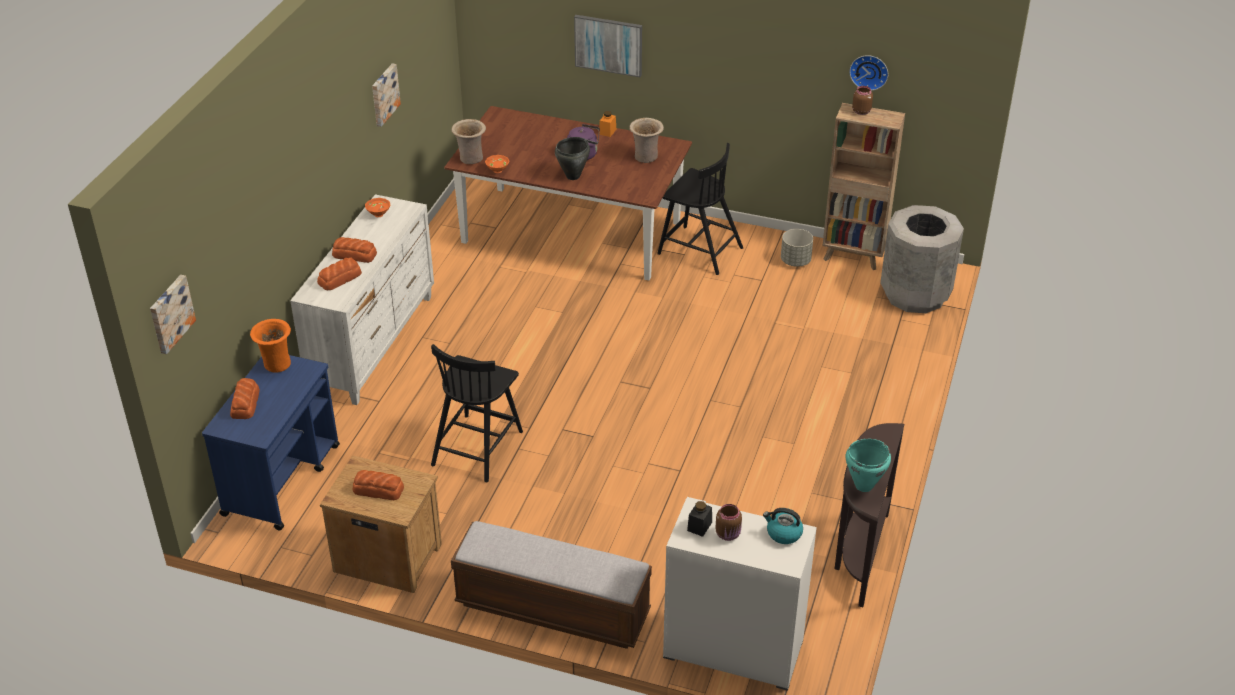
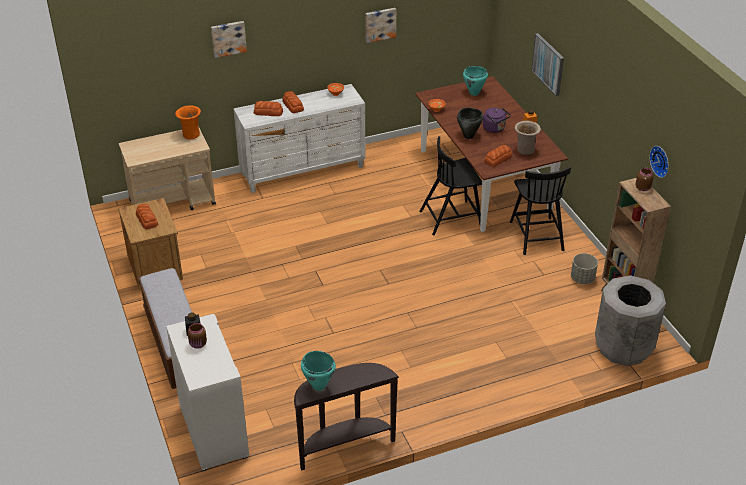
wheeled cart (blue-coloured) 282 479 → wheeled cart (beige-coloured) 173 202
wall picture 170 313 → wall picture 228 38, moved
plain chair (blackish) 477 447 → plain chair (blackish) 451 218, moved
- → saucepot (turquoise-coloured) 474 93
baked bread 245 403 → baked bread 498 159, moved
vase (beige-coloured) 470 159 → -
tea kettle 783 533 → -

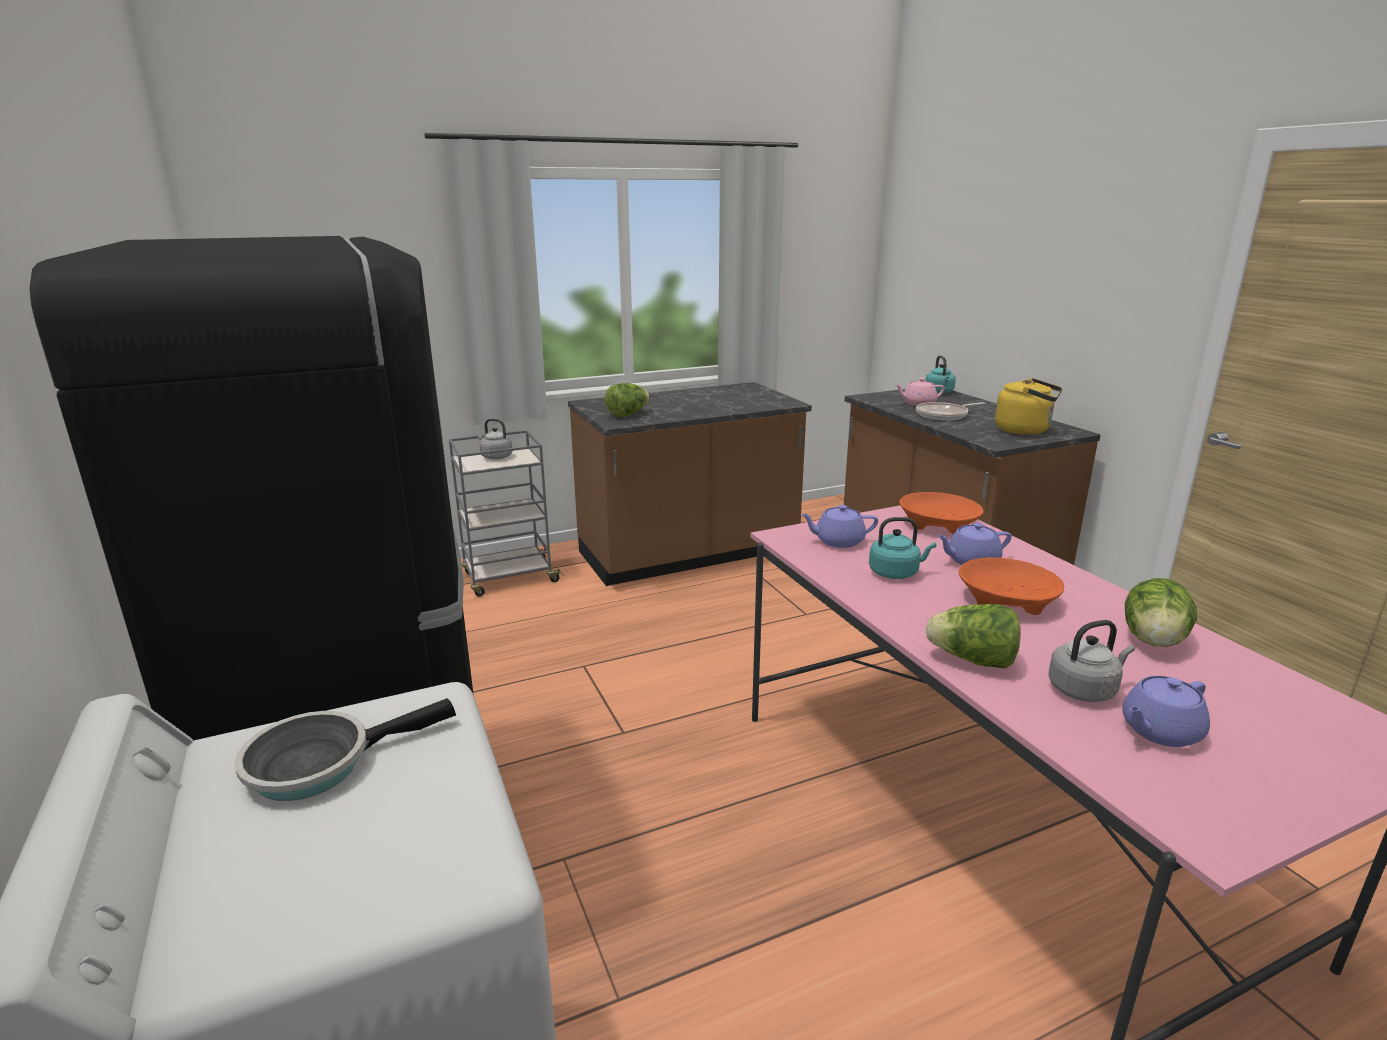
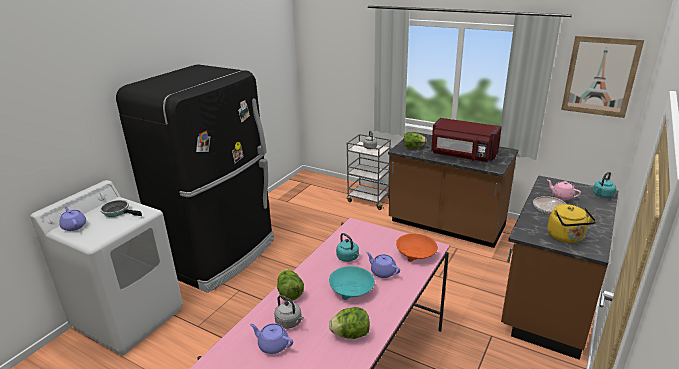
teapot (purple) 838 541 → teapot (purple) 74 226, moved
serving bowl (orange-coloured) 1006 599 → serving bowl (turquoise-coloured) 352 289
- → microwave (red) 462 156
- → wall picture 600 76

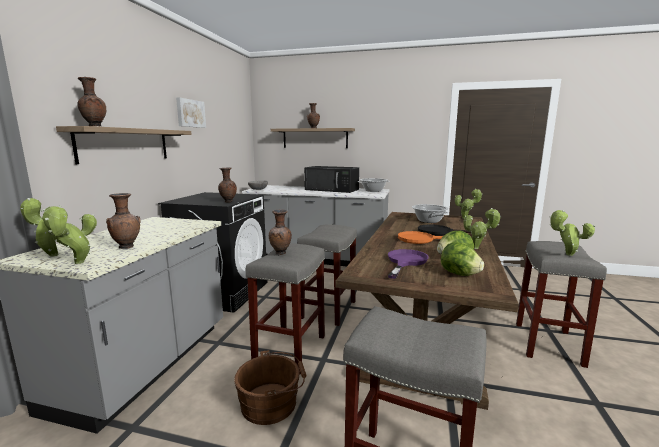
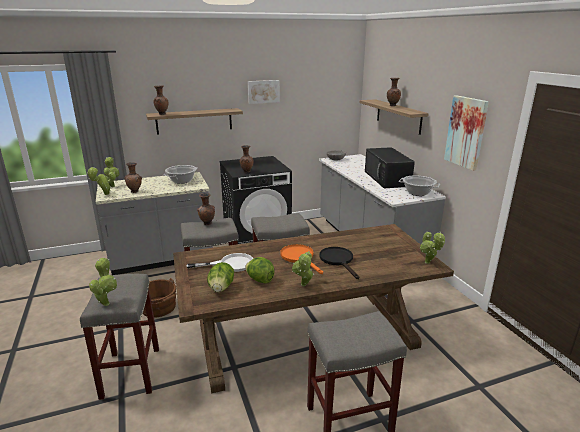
plant in a pot 566 254 → plant in a pot 106 303, moved
saucepot 429 221 → saucepot 182 181, moved
skillet (purple) 405 262 → skillet (white-coloured) 230 264
- → wall picture 466 132

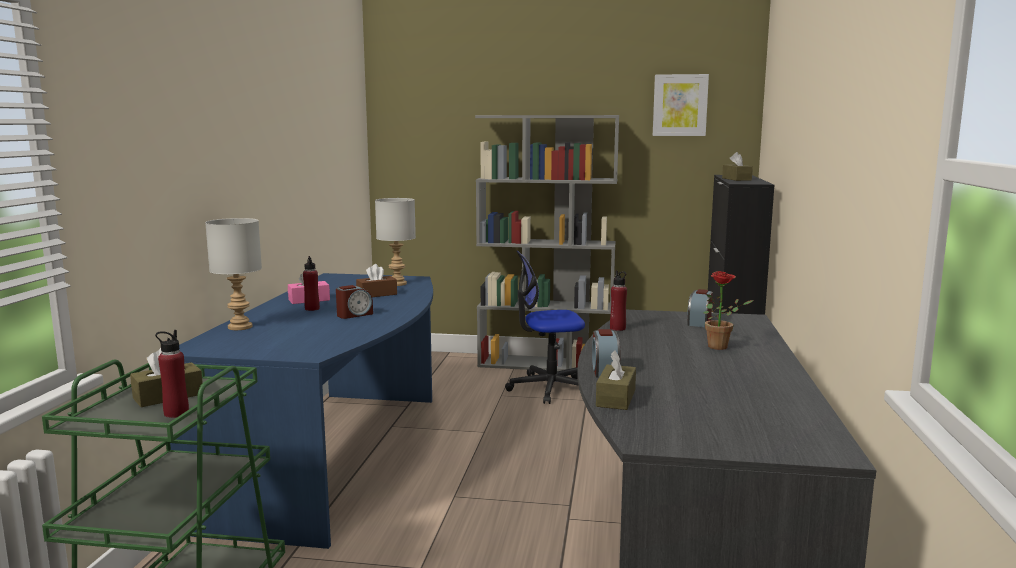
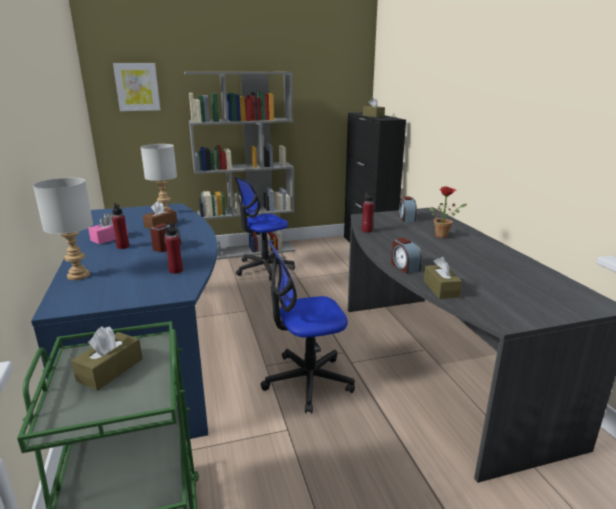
wall picture 680 105 → wall picture 137 87, moved
bottle (red) 176 413 → bottle (red) 175 270, moved
- → computer chair 307 381

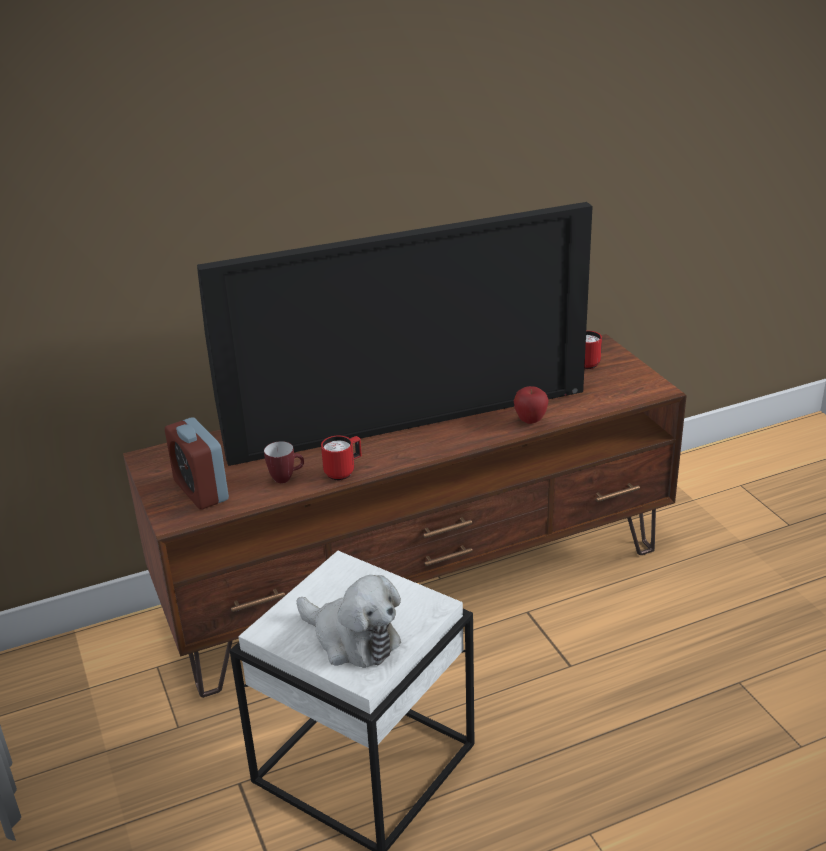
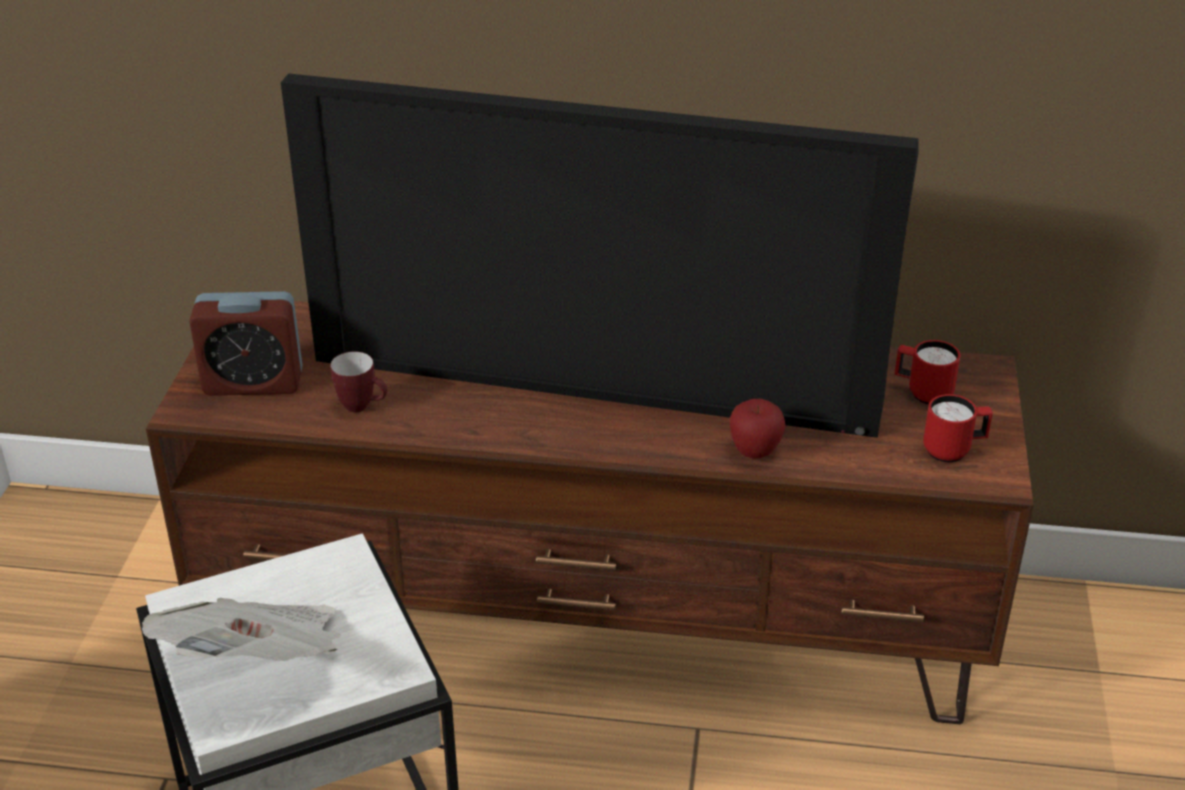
plush toy 352 639 → daily paper 258 664
table clock 201 491 → table clock 253 382, 90 degrees counterclockwise
coffee mug (red) 343 471 → coffee mug (red) 953 451, moved

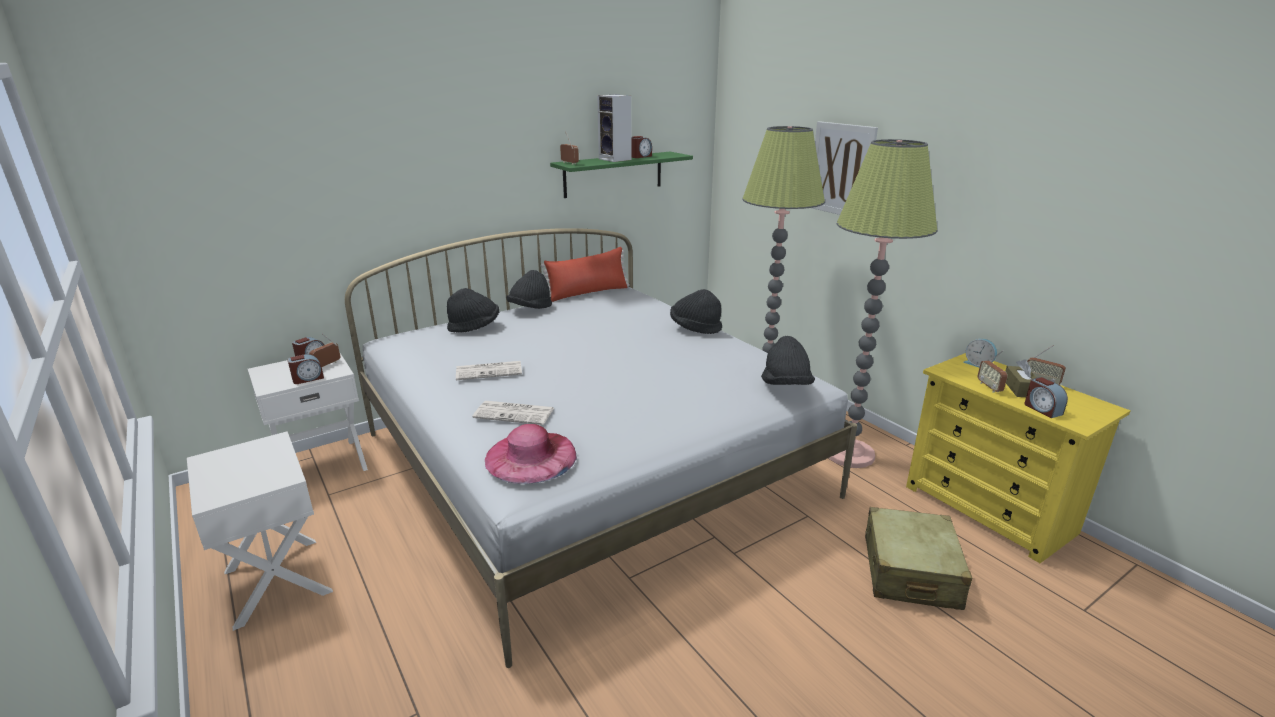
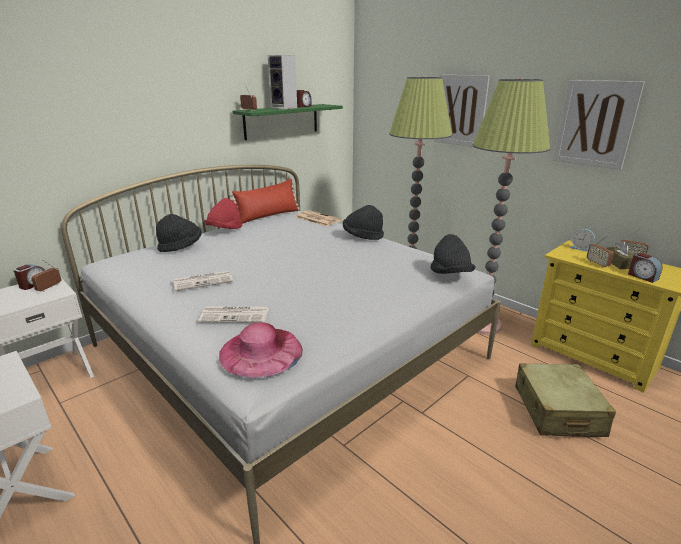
hat (blackish) 530 308 → hat (red) 224 230
- → daily paper 317 219
- → wall picture 595 124
table clock 308 379 → -

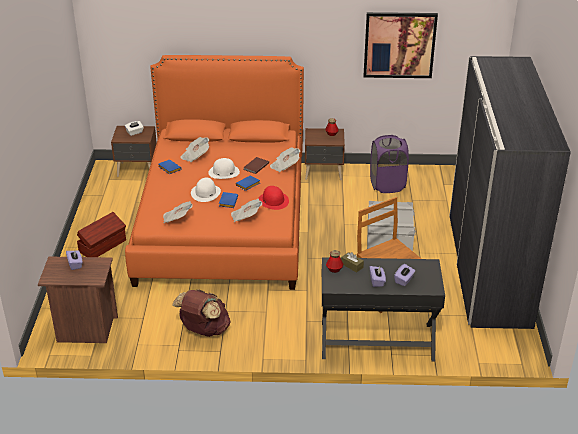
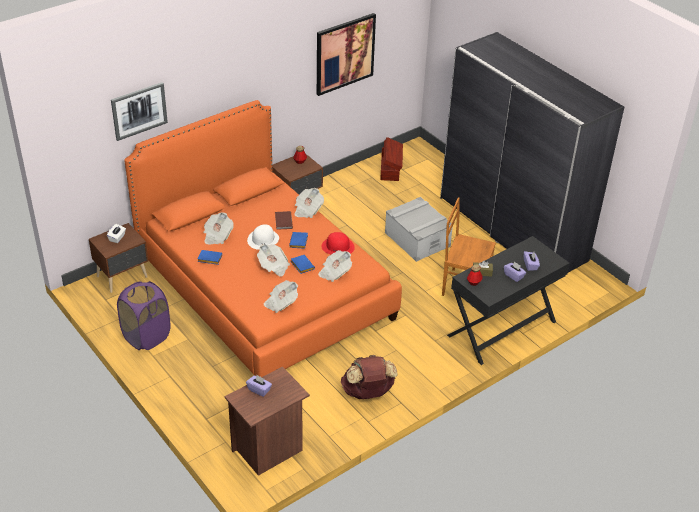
- → wall picture 139 110
washing basket (purple) 387 185 → washing basket (purple) 146 336, moved
hat (white-coloured) 205 193 → daily paper 273 266
storage box (brown-coloured) 103 246 → storage box (brown-coloured) 390 168, moved

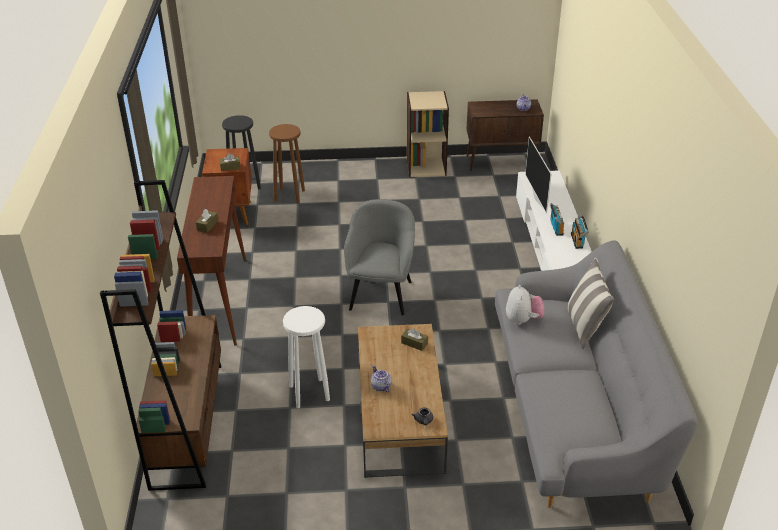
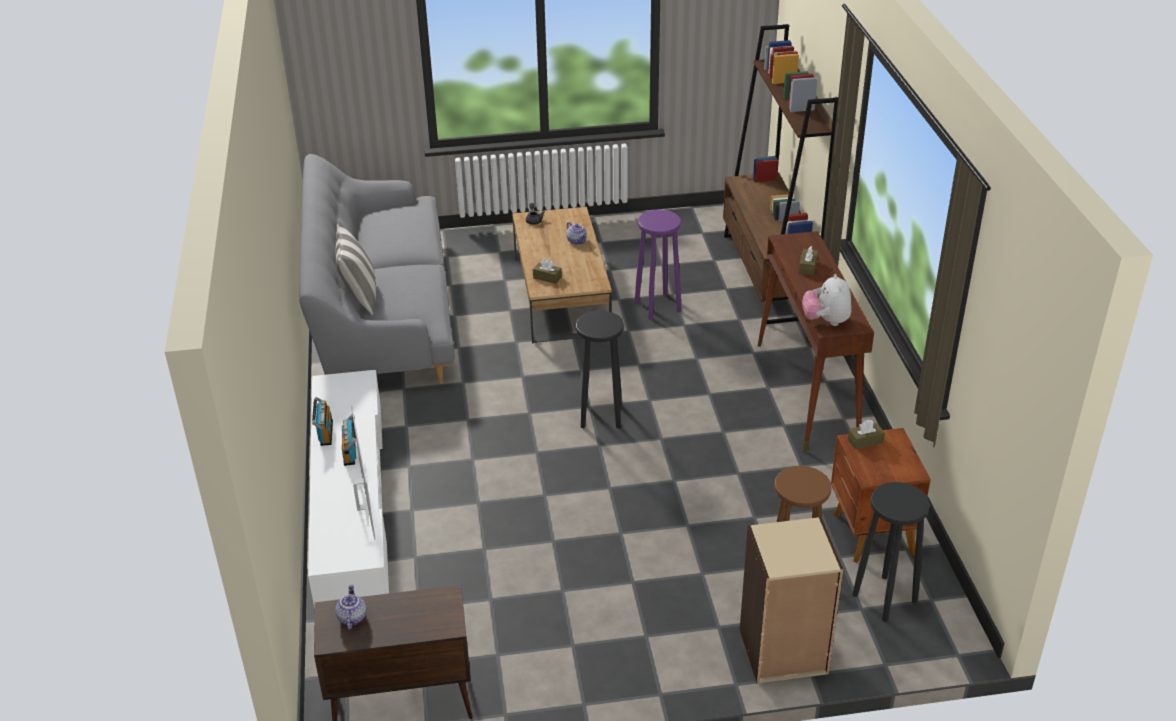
armchair (greyish) 381 294 → stool (blackish) 600 415
stool (white-coloured) 309 392 → stool (purple) 658 307
bookcase (beige-coloured) 426 166 → bookcase (beige-coloured) 783 652, moved
plush toy 523 320 → plush toy 826 321, moved

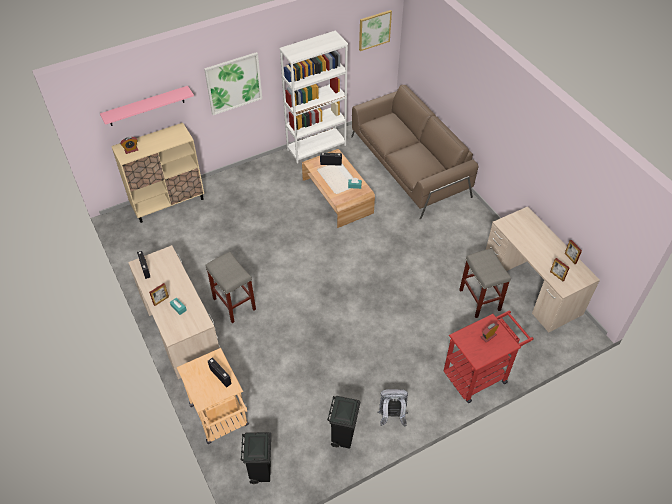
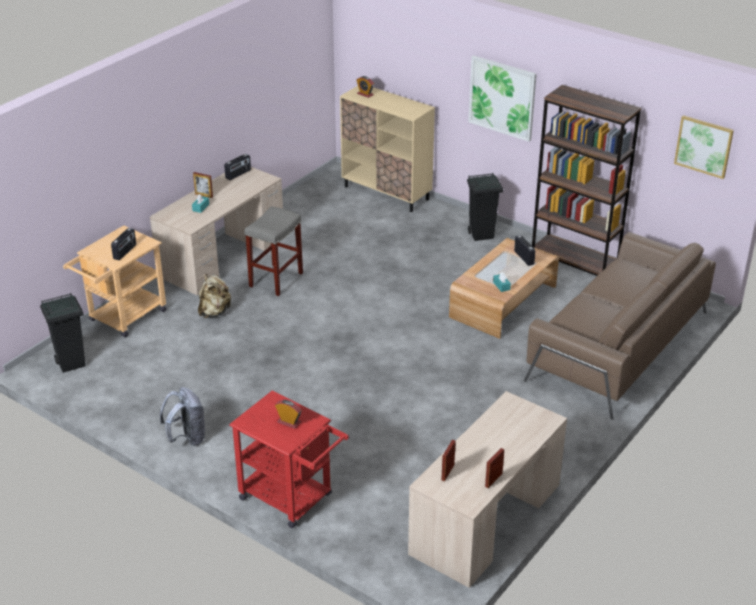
- → rucksack (beige-coloured) 214 312
rubbish bin (blackish) 343 437 → rubbish bin (blackish) 482 235, moved
bookcase (white-coloured) 316 147 → bookcase (brown-coloured) 574 261
shelf (pinkish) 146 106 → -
stool (greyish) 479 299 → -

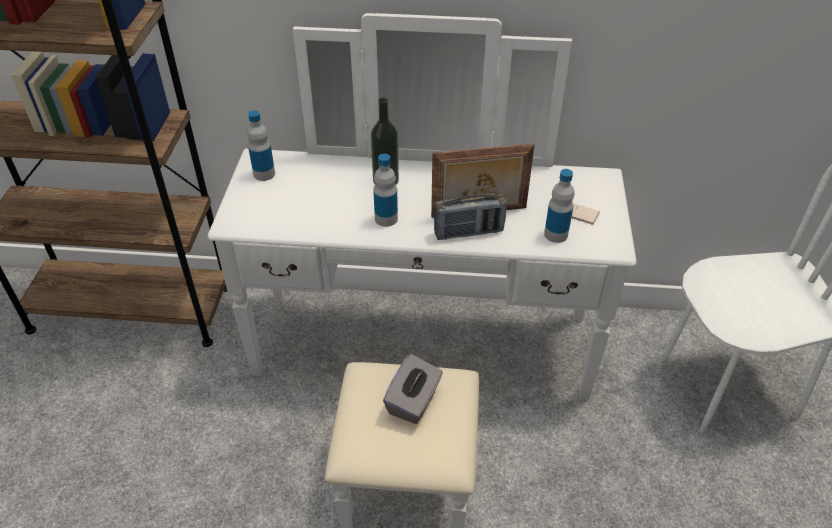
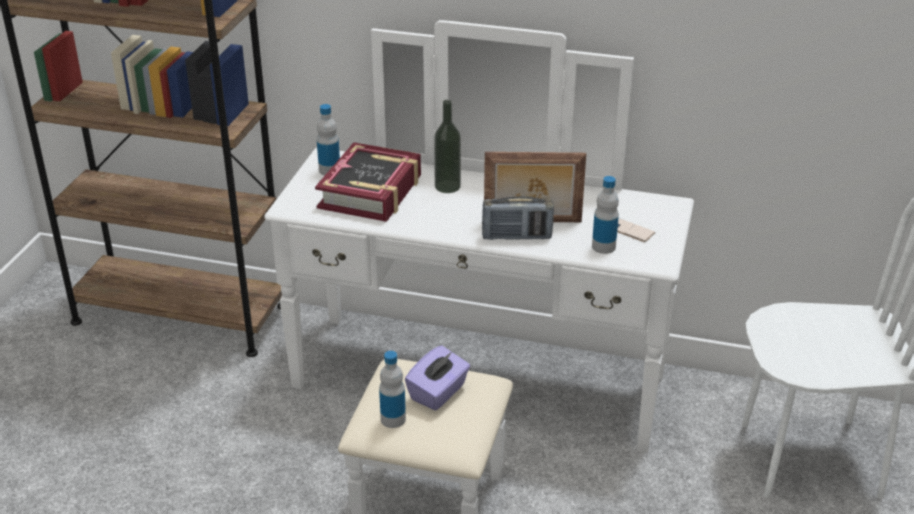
- → book 371 192
bottle 386 219 → bottle 393 419, moved
tissue box (greyish) 414 401 → tissue box (purple) 438 393

